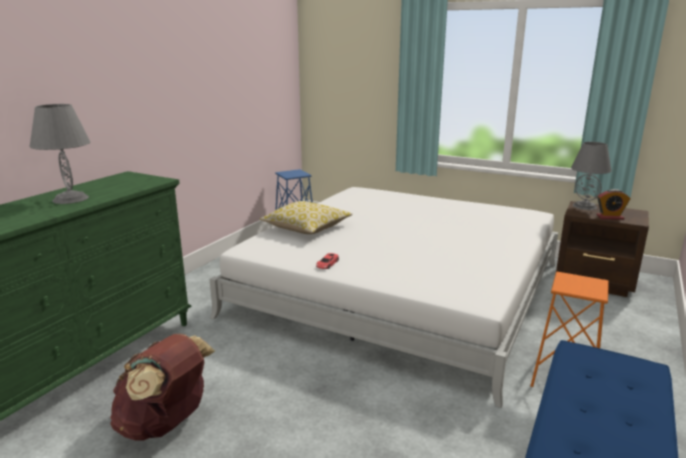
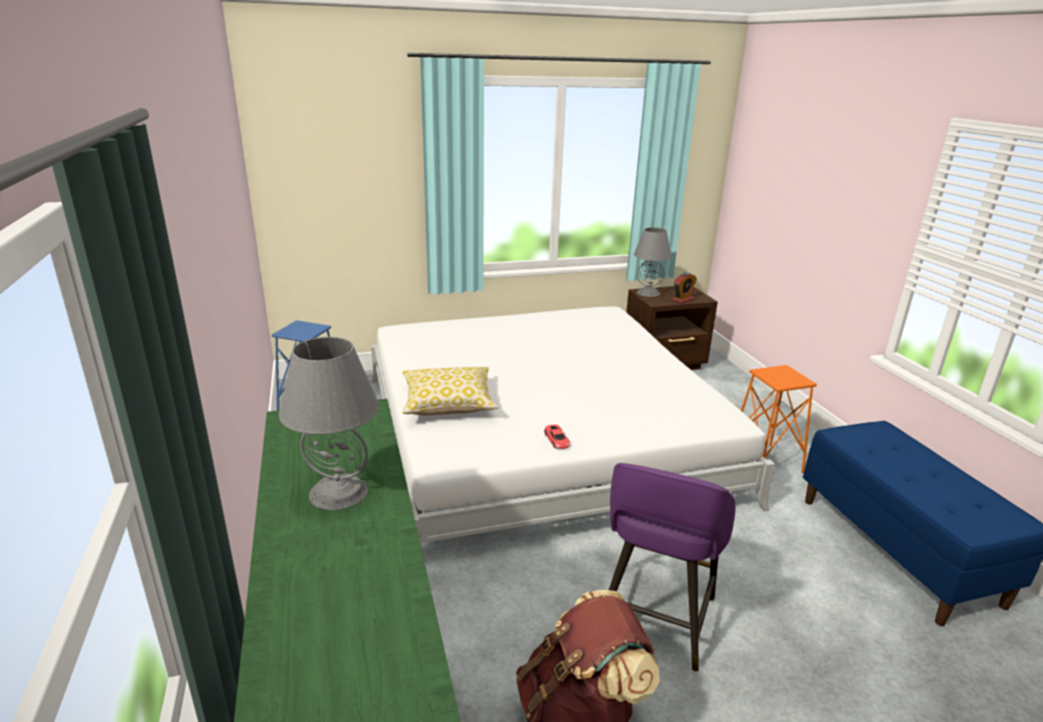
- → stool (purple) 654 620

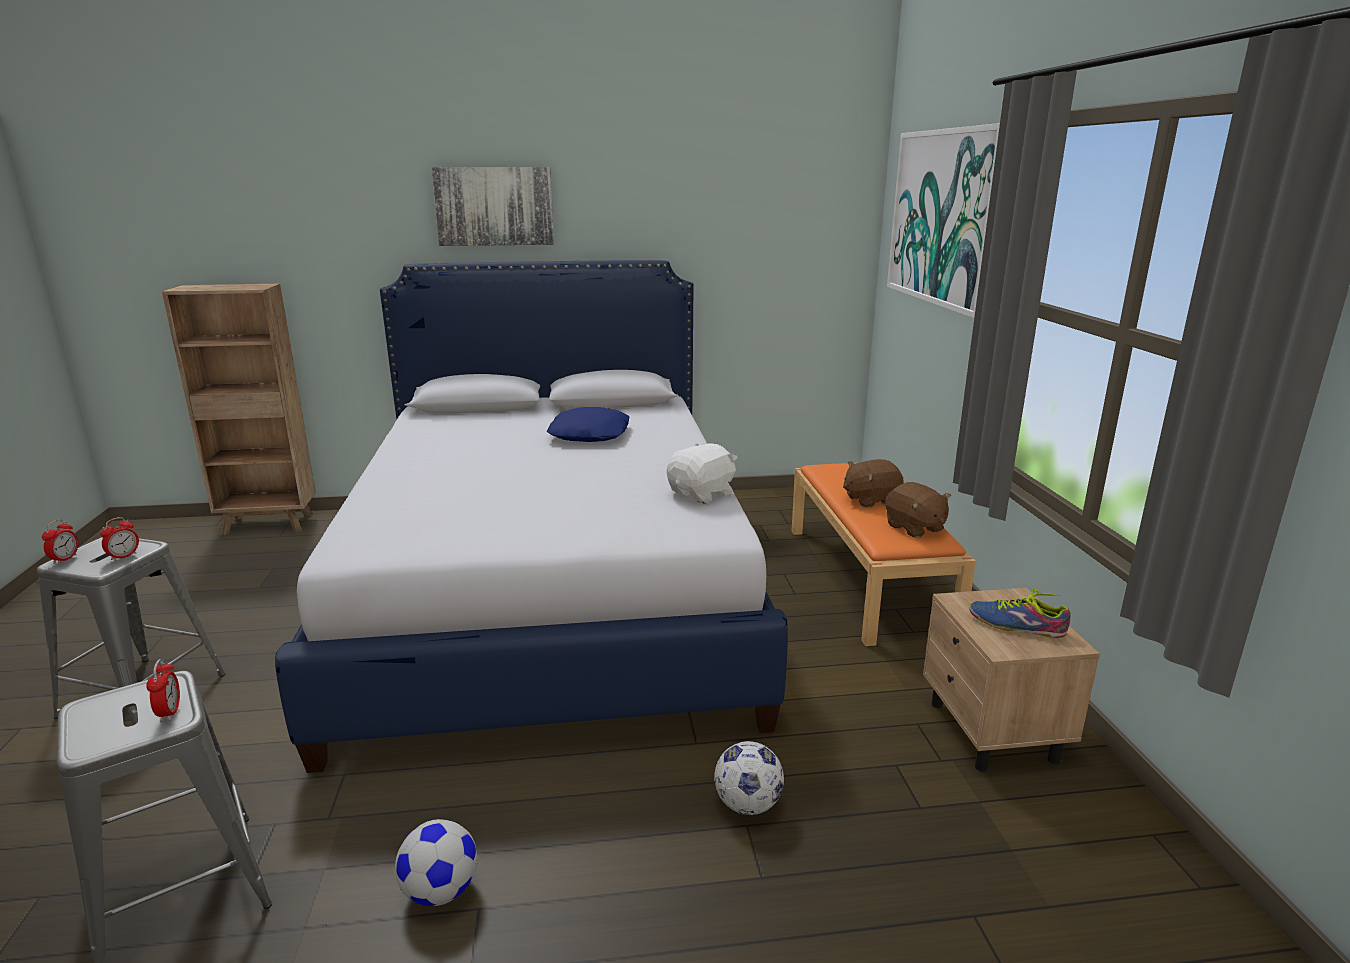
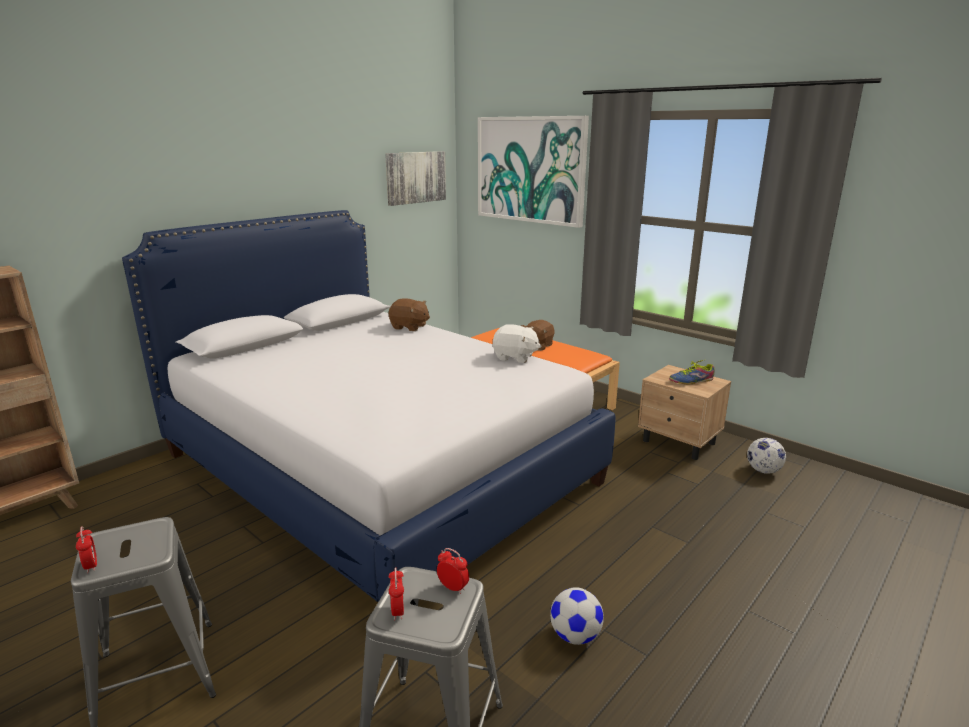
wall picture 494 206 → wall picture 415 177, moved
table clock 124 556 → table clock 397 611, moved
plush toy (brown-coloured) 914 528 → plush toy (brown-coloured) 409 327, moved
plush toy (white-coloured) 702 494 → plush toy (white-coloured) 515 357, 105 degrees clockwise
football 748 805 → football 763 471, moved
cushion (blue-coloured) 590 434 → -

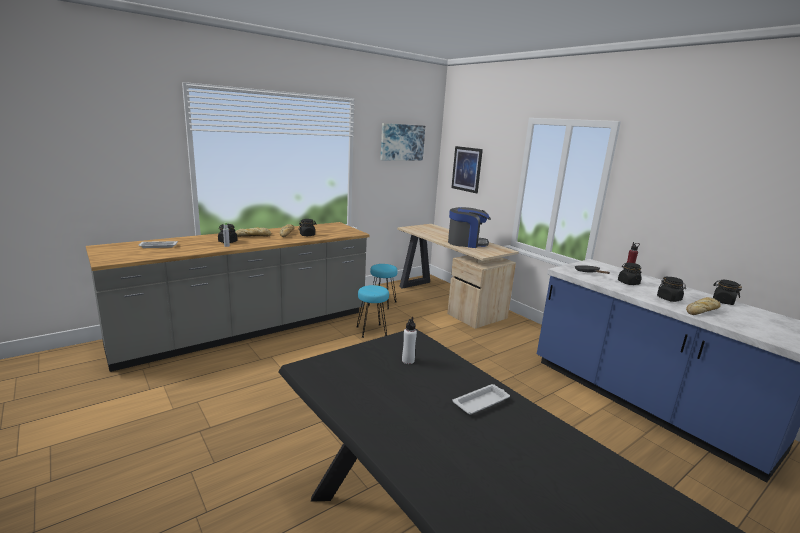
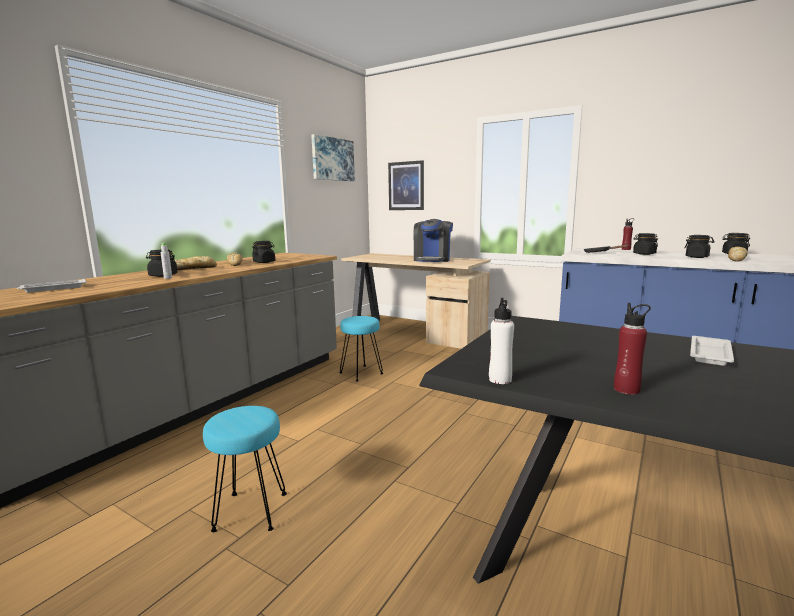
stool (turquoise-coloured) 382 303 → stool (turquoise-coloured) 250 511, moved
coffee brewer 466 243 → coffee brewer 432 260, 120 degrees clockwise
bottle (white-coloured) 408 360 → bottle (white-coloured) 500 379, moved
- → bottle (red) 626 389

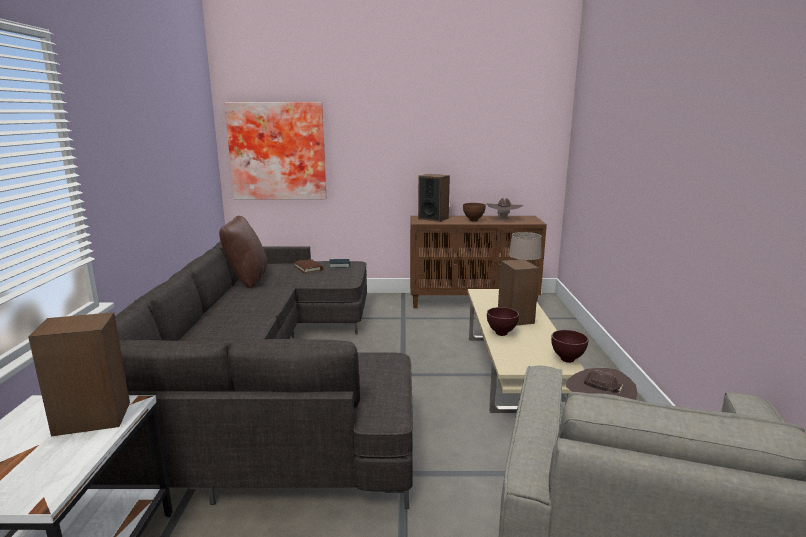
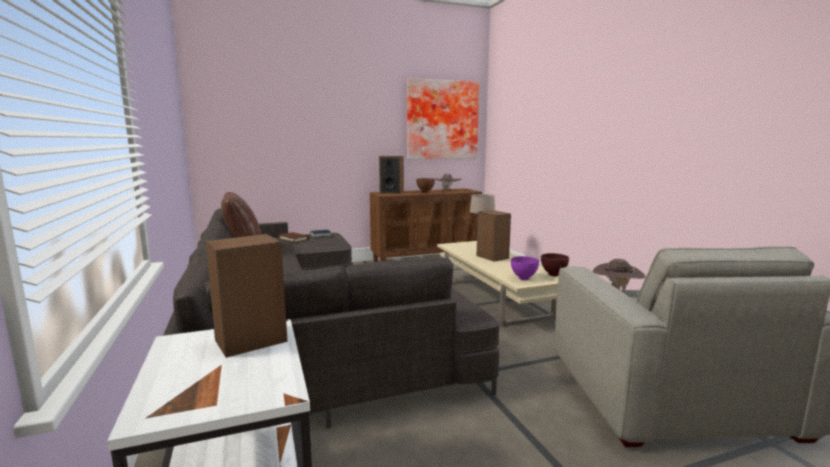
wall picture 278 151 → wall picture 441 120, moved
- → serving bowl (purple) 524 279
serving bowl (brown-coloured) 502 334 → -

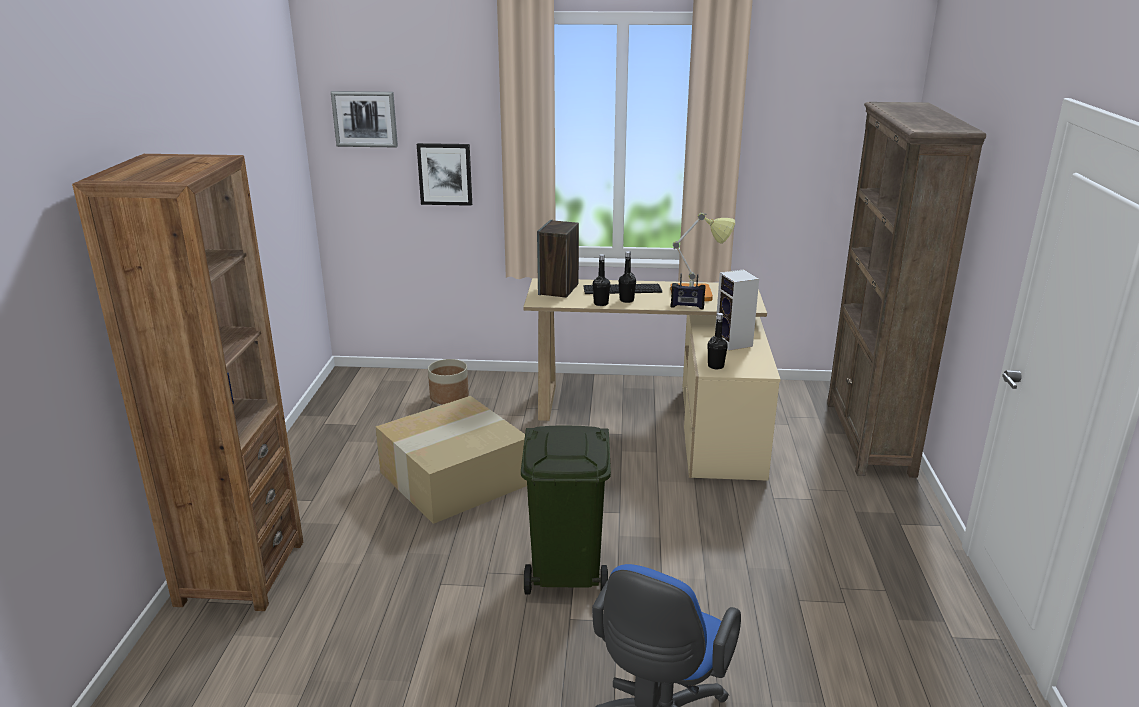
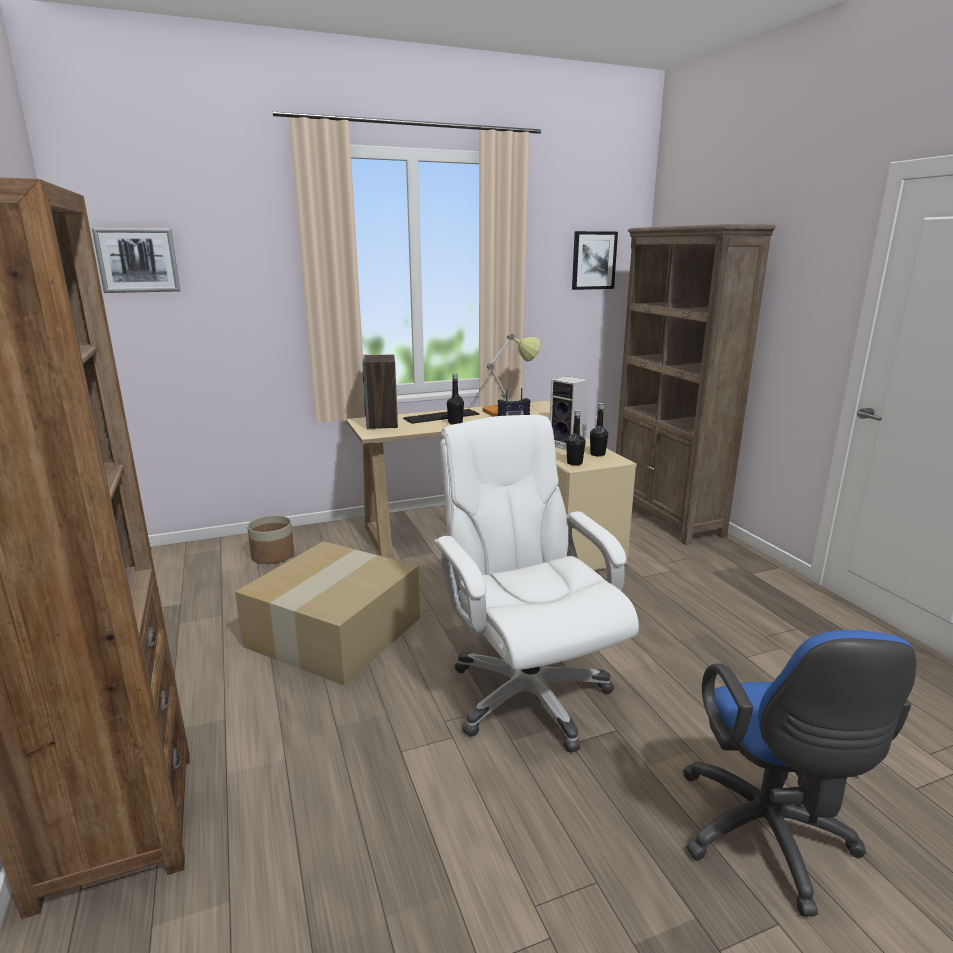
rubbish bin (green-coloured) 568 572 → computer chair (white-coloured) 527 694
wall picture 445 174 → wall picture 593 260, moved
bottle (blackish) 601 303 → bottle (blackish) 597 454, moved

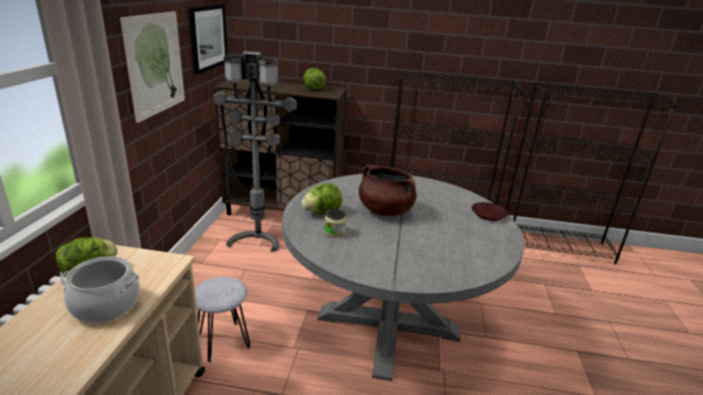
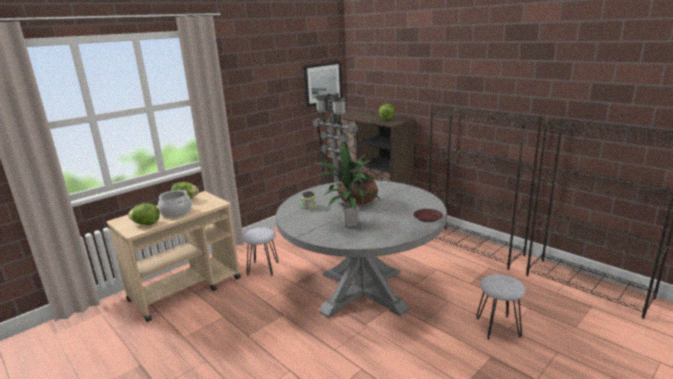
lettuce 322 212 → lettuce 146 224, moved
- → plant in a pot 349 224
- → stool (greyish) 498 327
wall picture 155 64 → -

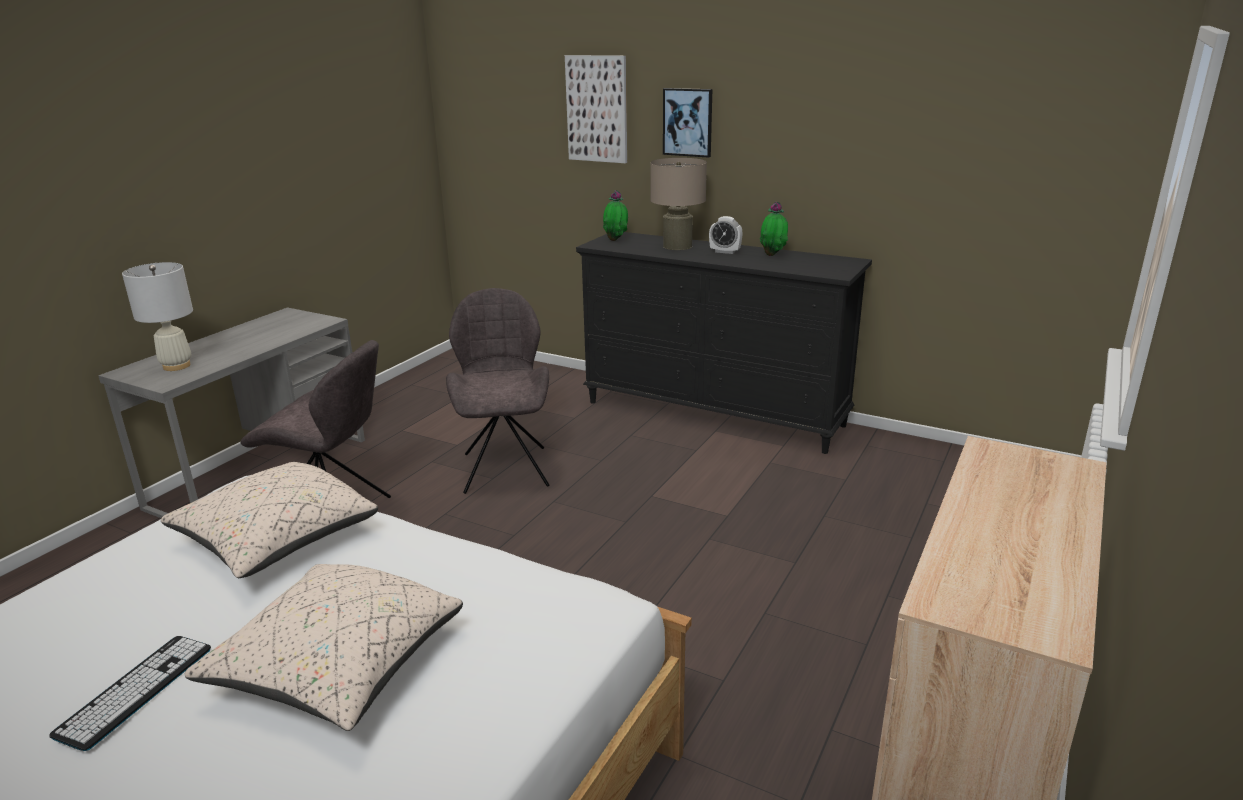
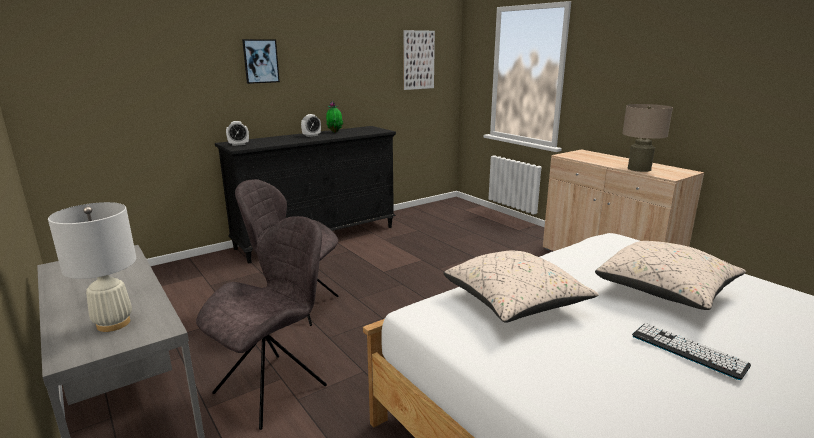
plant in a pot 616 240 → table clock 238 144
wall picture 597 109 → wall picture 418 60, moved
tabletop lamp (beige-coloured) 677 246 → tabletop lamp (beige-coloured) 639 169, moved

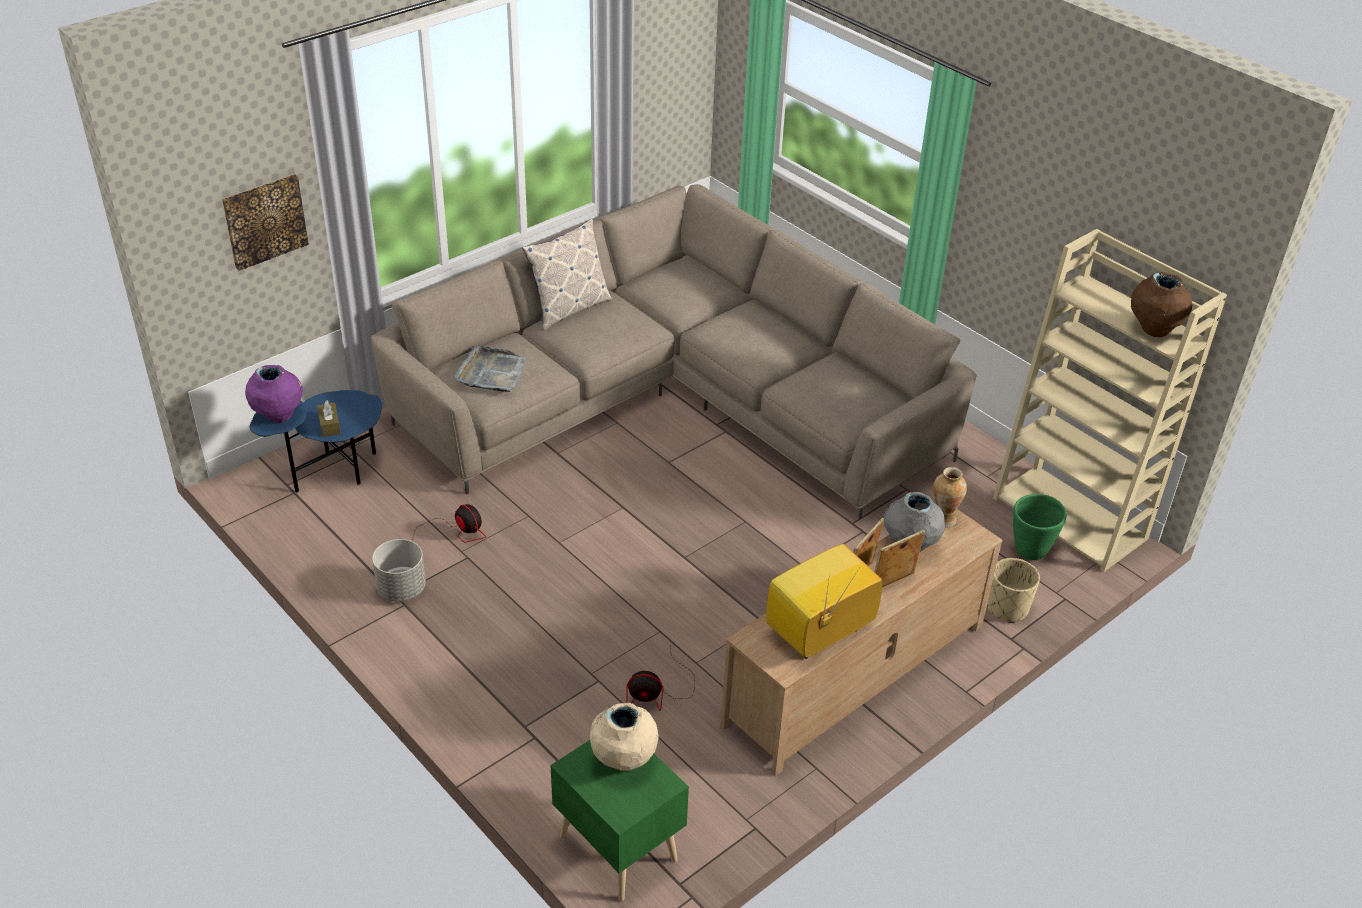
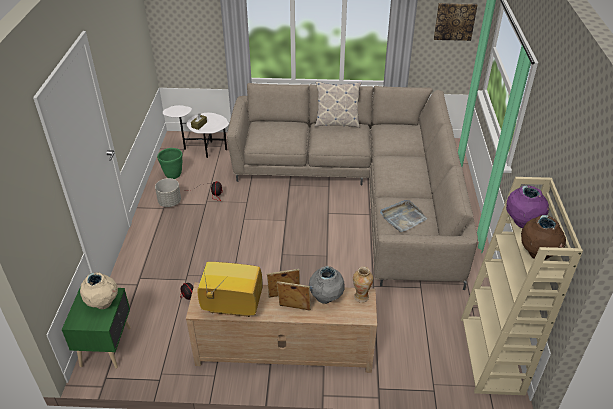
plant pot (green-coloured) 1030 551 → plant pot (green-coloured) 173 175, moved
side table (blue-coloured) 332 474 → side table (white-coloured) 203 149
carrying tray (greyish) 491 373 → carrying tray (greyish) 402 217, moved
wall picture 264 221 → wall picture 454 21, moved
vase (purple) 279 416 → vase (purple) 522 223, moved
plant pot (beige-coloured) 1007 608 → -

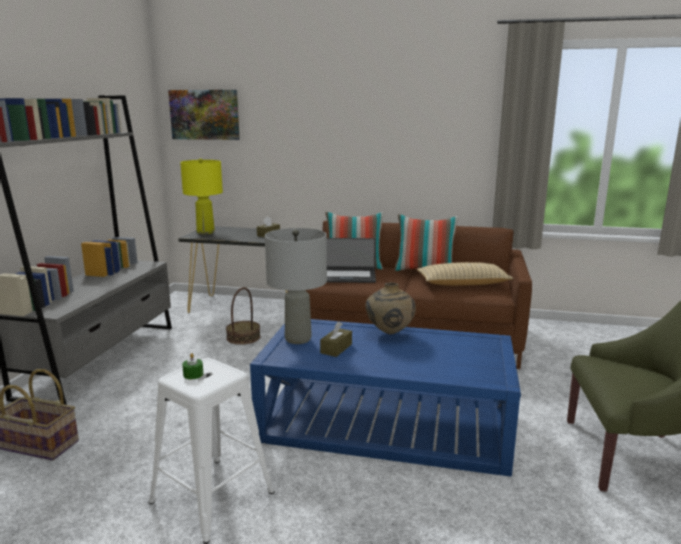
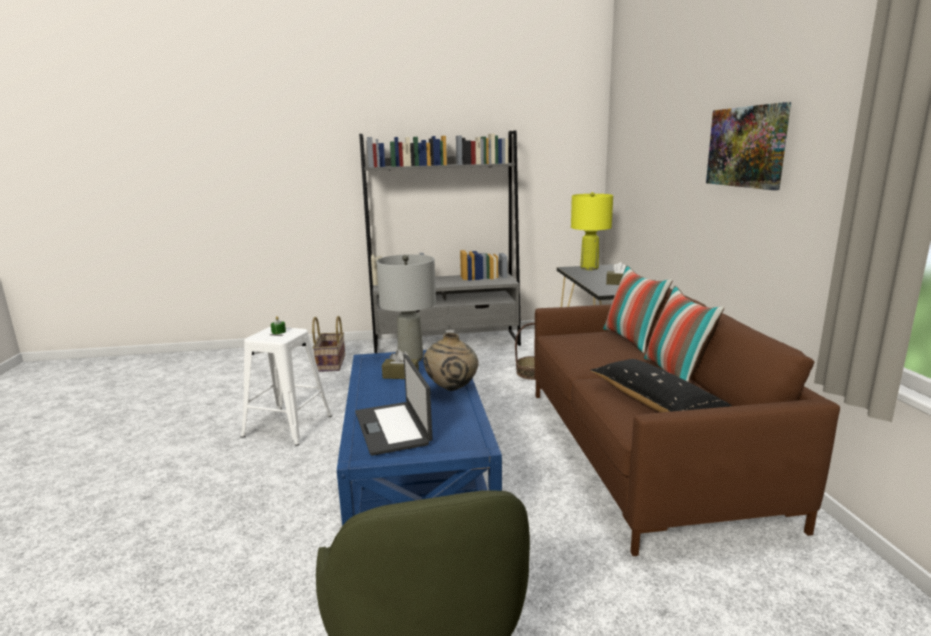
notebook computer 346 277 → notebook computer 393 428, moved
cushion (beige-coloured) 463 283 → cushion (blackish) 654 401
wall picture 204 115 → wall picture 746 147, moved

